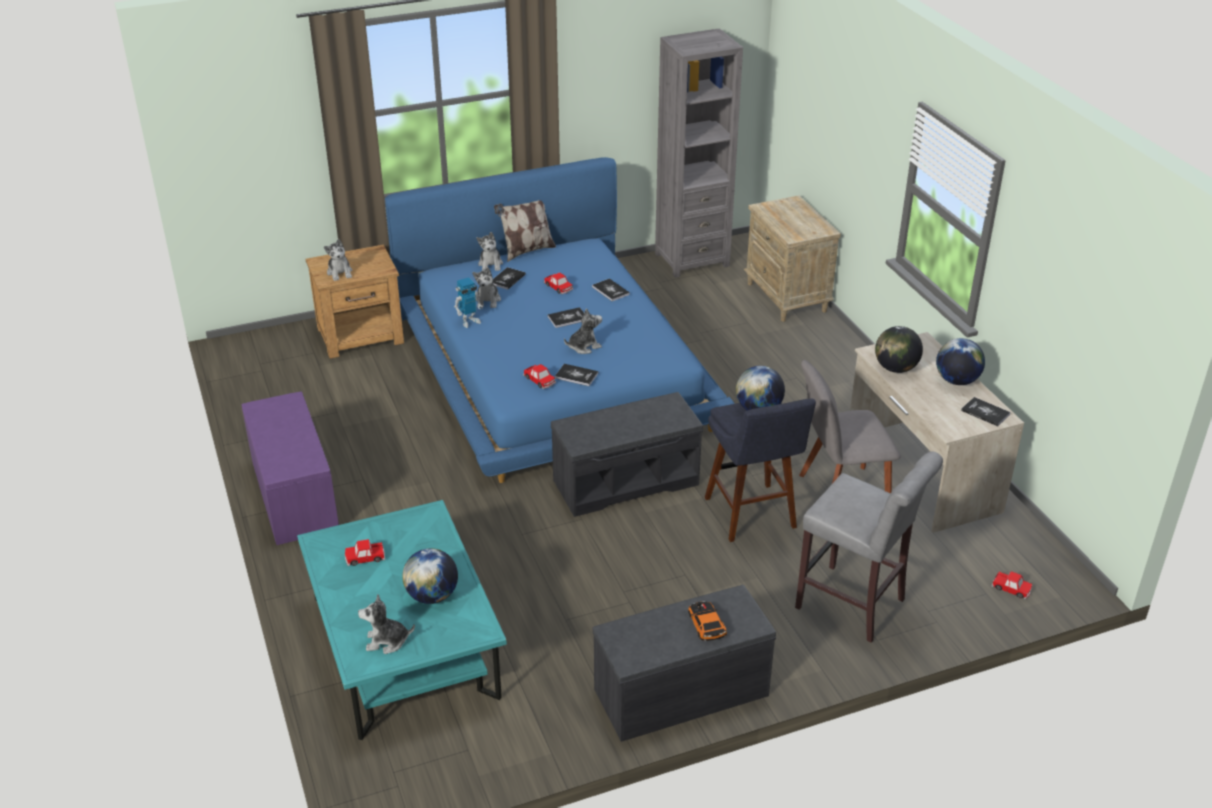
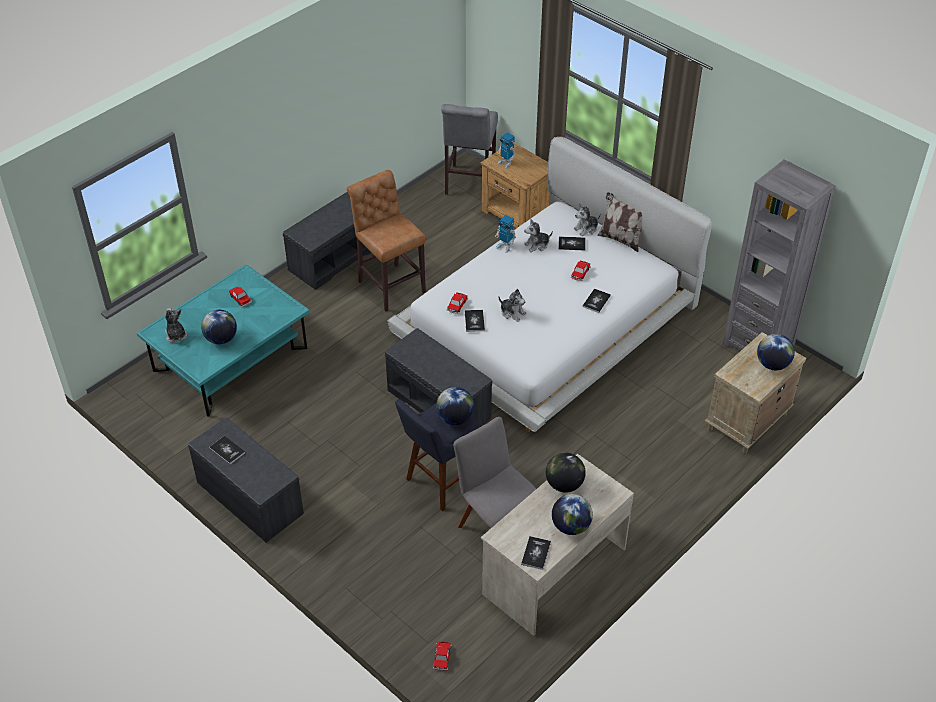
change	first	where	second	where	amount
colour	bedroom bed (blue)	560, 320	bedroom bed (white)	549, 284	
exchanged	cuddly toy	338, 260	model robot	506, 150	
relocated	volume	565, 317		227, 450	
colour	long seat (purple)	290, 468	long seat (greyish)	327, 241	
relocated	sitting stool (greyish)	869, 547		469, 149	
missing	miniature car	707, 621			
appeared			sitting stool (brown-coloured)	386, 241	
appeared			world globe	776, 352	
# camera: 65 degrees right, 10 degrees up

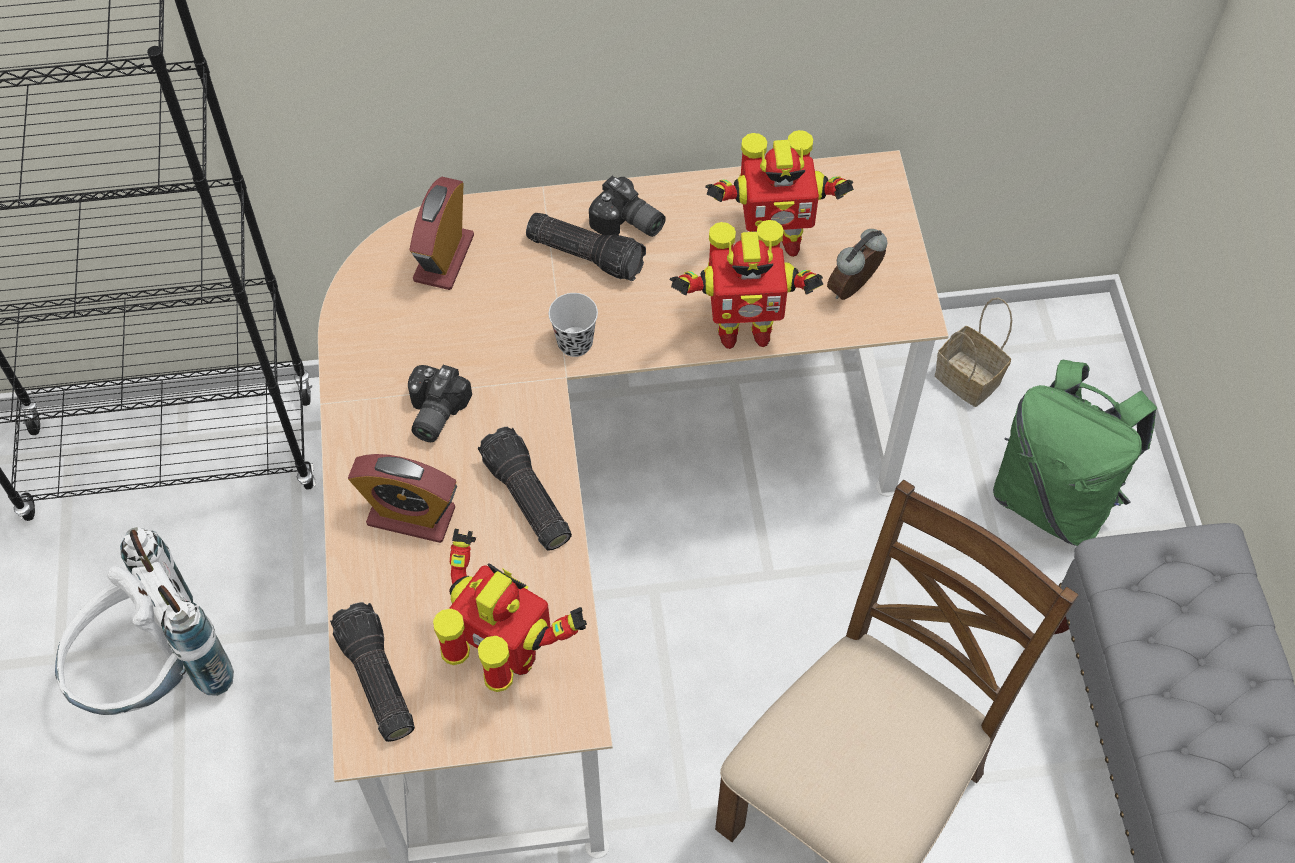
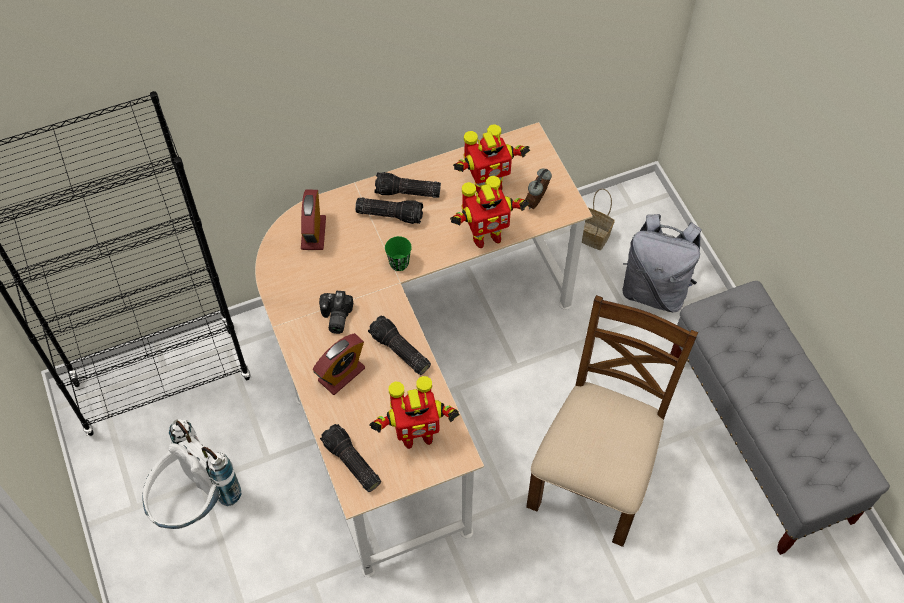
change	first	where	second	where	amount
exchanged	still camera	627, 206	flashlight	408, 185	
colour	small cup (blackish)	573, 325	small cup (greenish)	398, 253	
colour	knapsack (greenish)	1075, 453	knapsack (greyish)	662, 263	
spun	bedside clock	402, 498		339, 364	45 degrees counterclockwise
spun	model robot	510, 610		414, 412	150 degrees clockwise
# camera: 15 degrees left, 0 degrees up

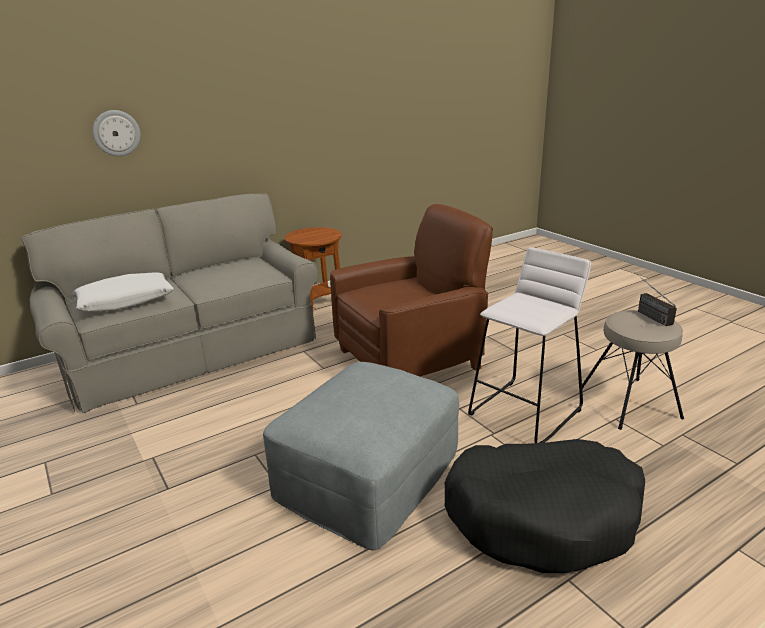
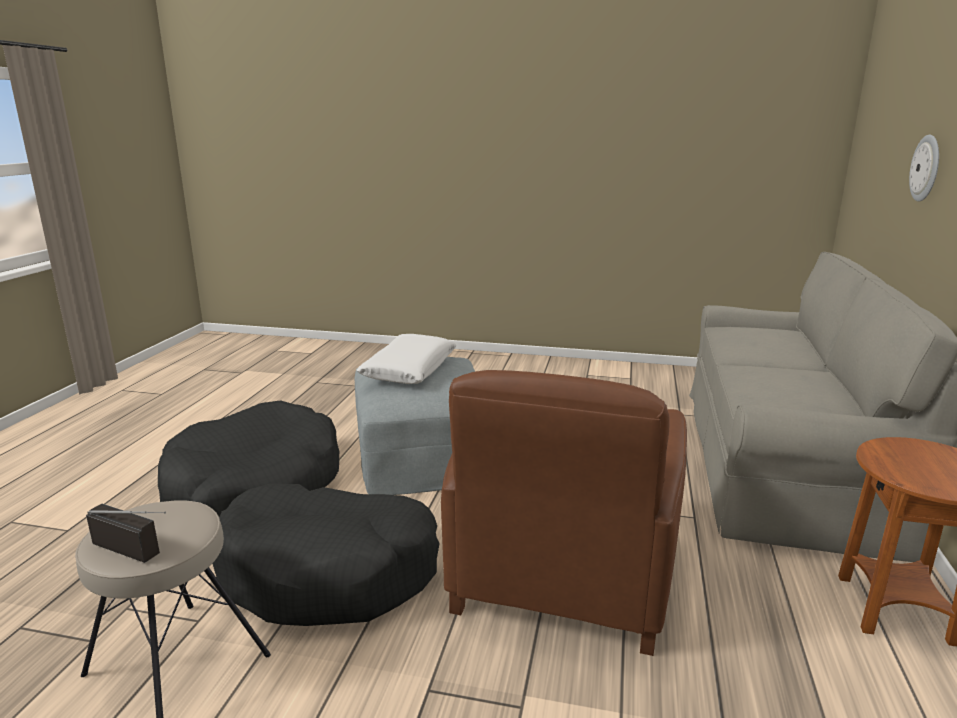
change	first	where	second	where	amount
exchanged	sitting stool (white)	529, 345	pet bed (blackish)	326, 555	
relocated	pillow (white)	123, 292		406, 359	
# camera: 135 degrees right, 5 degrees down

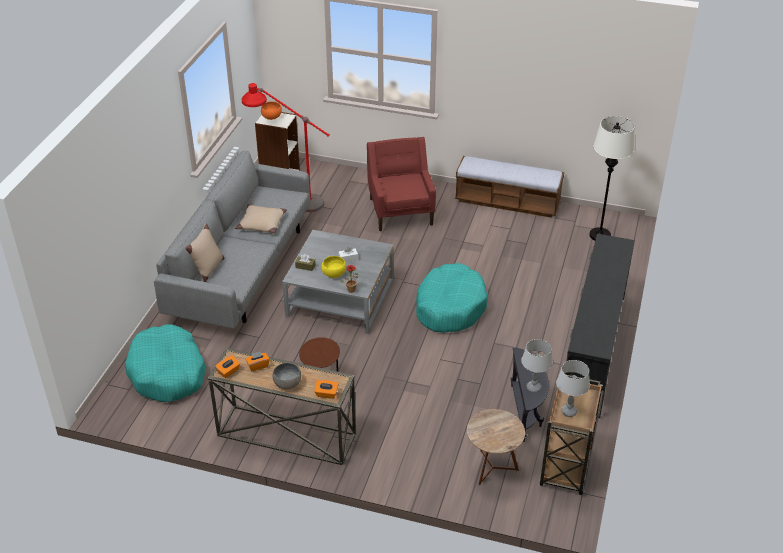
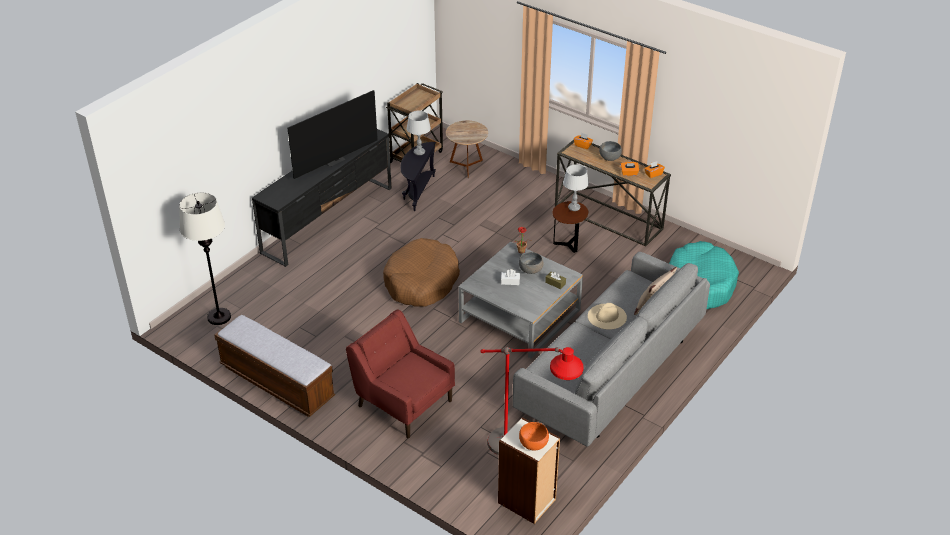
change	first	where	second	where	amount
spun	lounge chair (red)	401, 184		400, 373	120 degrees clockwise
missing	pillow (beige)	261, 219			
colour	deep dish (yellowish)	333, 267	deep dish (greyish)	531, 263	
colour	pet bed (turquoise)	452, 298	pet bed (brown-coloured)	421, 272	
relocated	tabletop lamp (greyish)	573, 388		576, 187	
appeared			TV	333, 134	
appeared			wearable hat (beige)	607, 316	
# camera: 160 degrees left, 0 degrees up

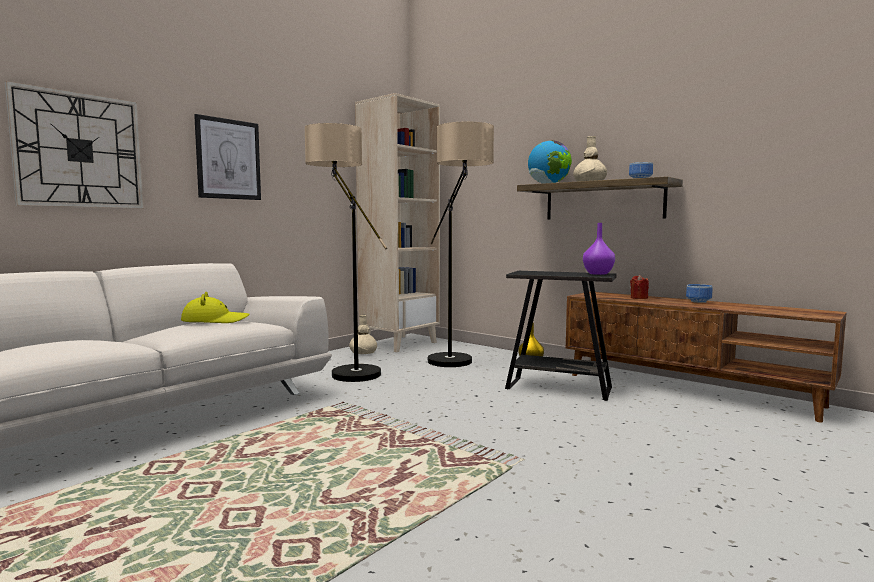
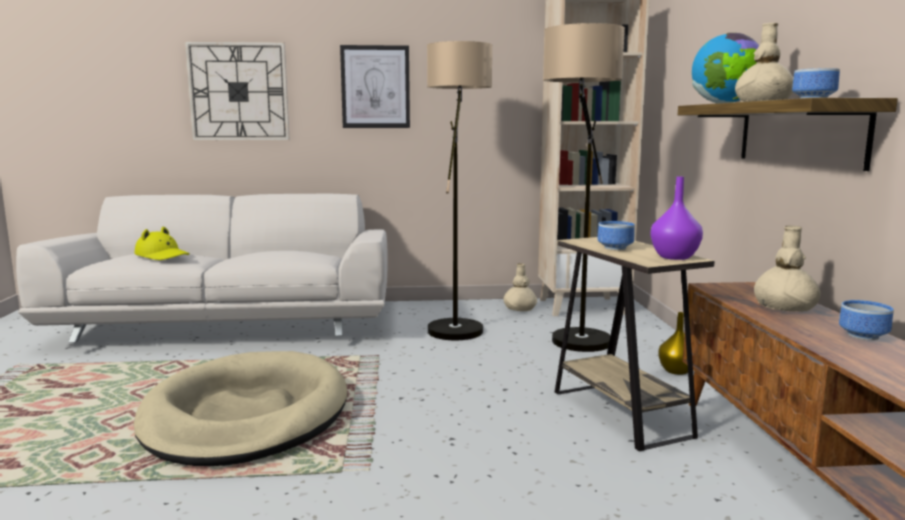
change	first	where	second	where	amount
colour	side table (blackish)	561, 336	side table (beige)	635, 344	
exchanged	wax candle (red)	639, 287	flower vase (beige)	787, 269	
relocated	wearable hat (yellowish)	215, 307		162, 243	
appeared			deep dish	616, 235	
appeared			pet bed (beige)	240, 408	
# camera: 45 degrees right, 5 degrees up

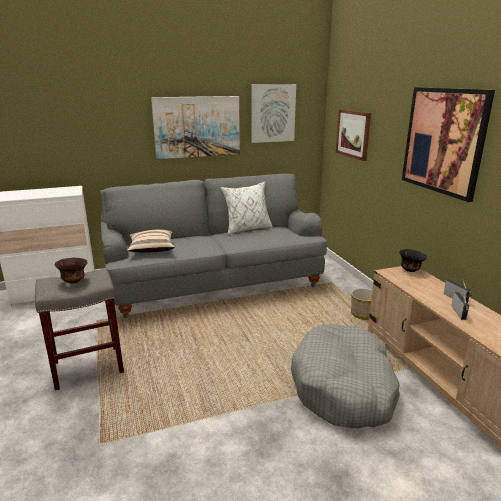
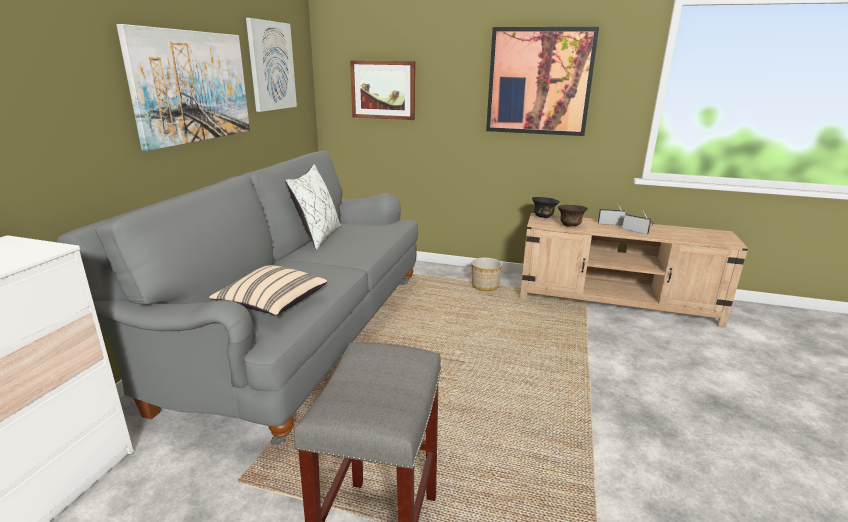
change	first	where	second	where	amount
relocated	deep dish (brown-coloured)	71, 271		573, 216	
missing	pet bed (greyish)	345, 376			
# camera: 55 degrees left, 0 degrees up

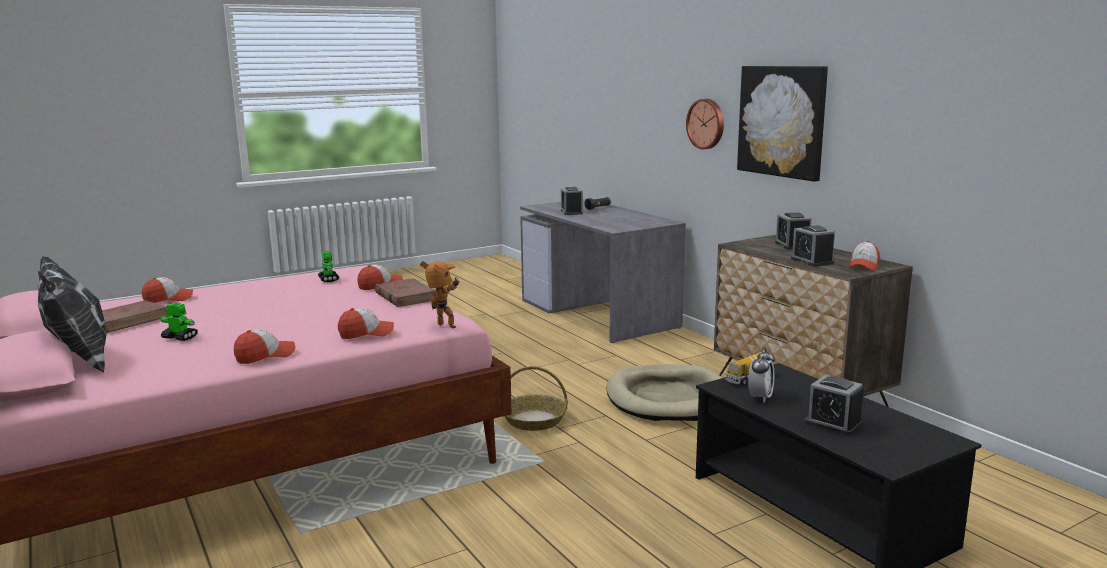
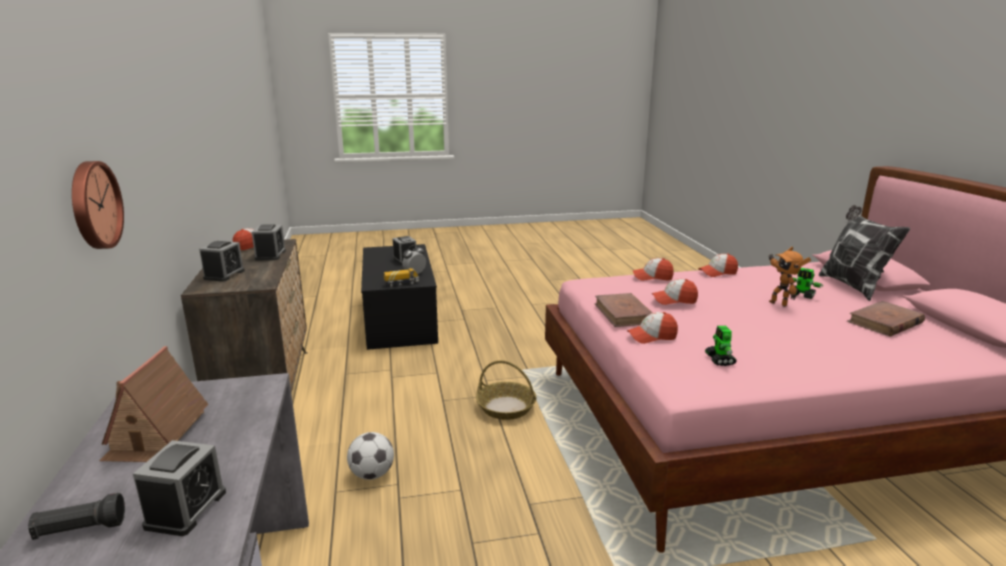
change	first	where	second	where	amount
missing	wall picture	782, 124			
relocated	model robot	440, 294		789, 277	
relocated	baseball cap	167, 290		675, 292	
missing	pet bed (beige)	664, 392			
appeared			model house	153, 404	
appeared			football	370, 456	
# camera: 160 degrees left, 5 degrees up

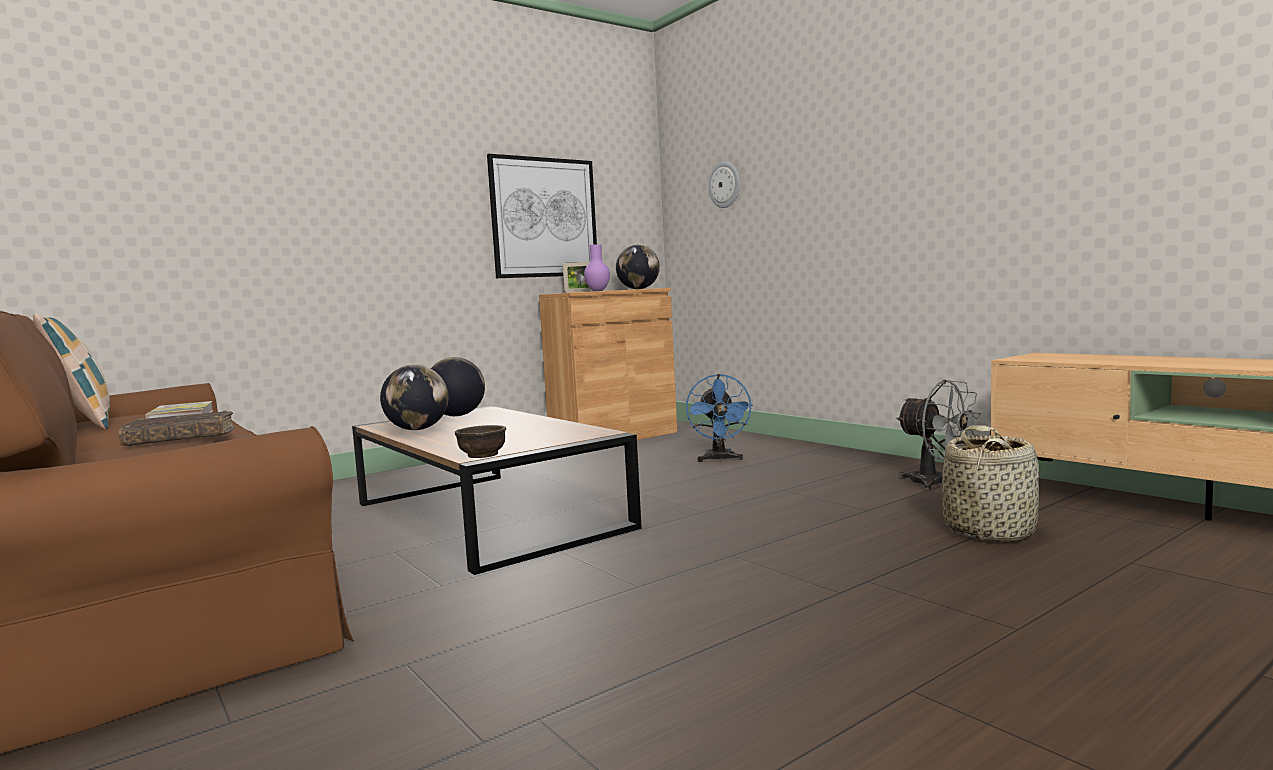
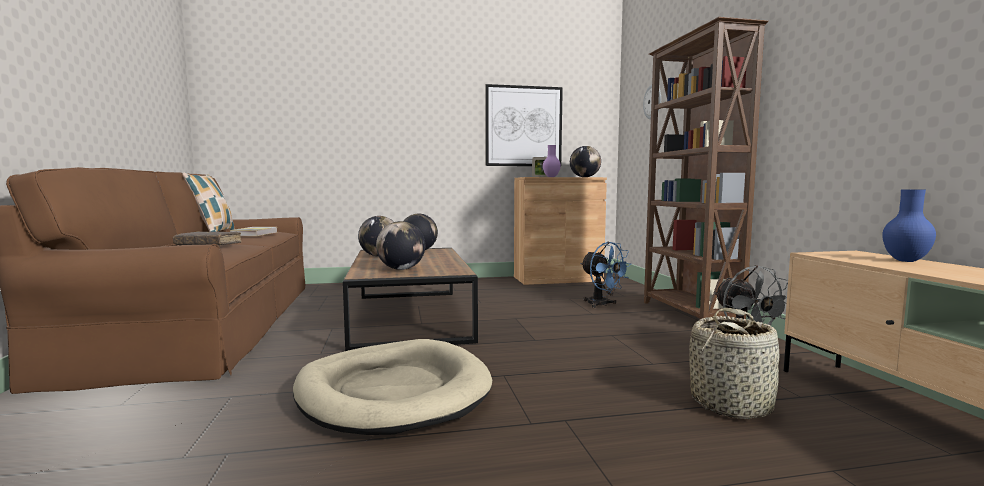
change	first	where	second	where	amount
spun	cooling fan (blue)	719, 418		606, 275	60 degrees counterclockwise
missing	deep dish (brown-coloured)	480, 441			
appeared			shelving unit (brown-coloured)	706, 168	
appeared			flower vase (blue)	909, 226	
appeared			world globe	400, 245	
appeared			pet bed (beige)	392, 387	
# camera: 25 degrees right, 0 degrees up

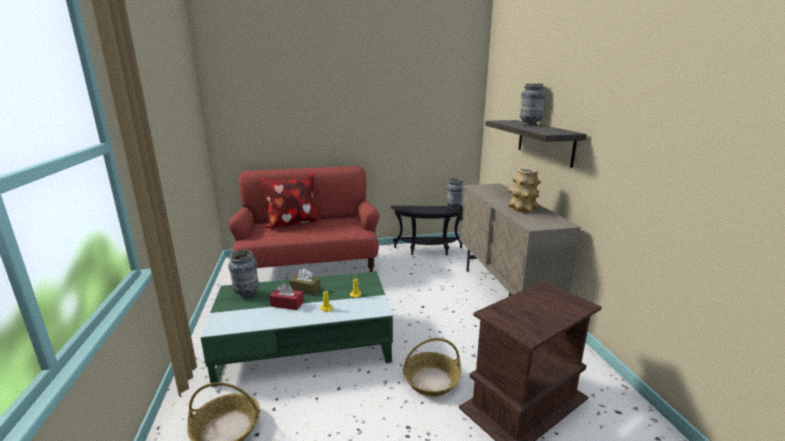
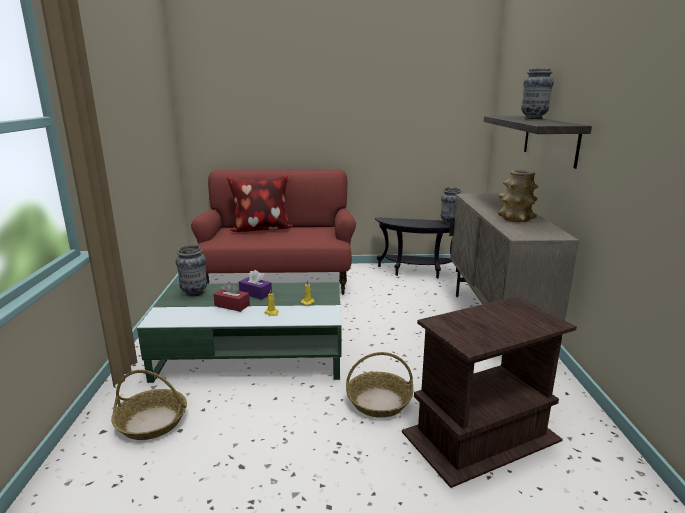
change	first	where	second	where	amount
colour	tissue holder (brown-coloured)	305, 282	tissue holder (purple)	255, 285	
# camera: 10 degrees right, 0 degrees up

